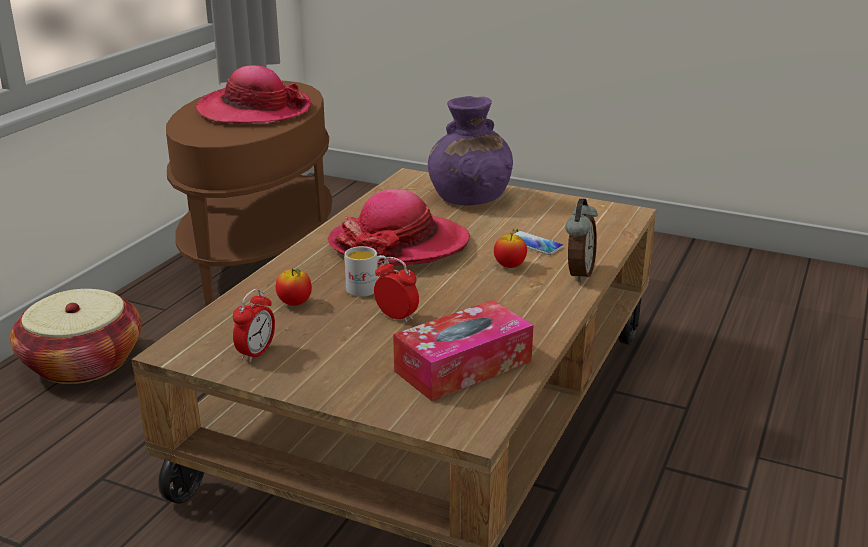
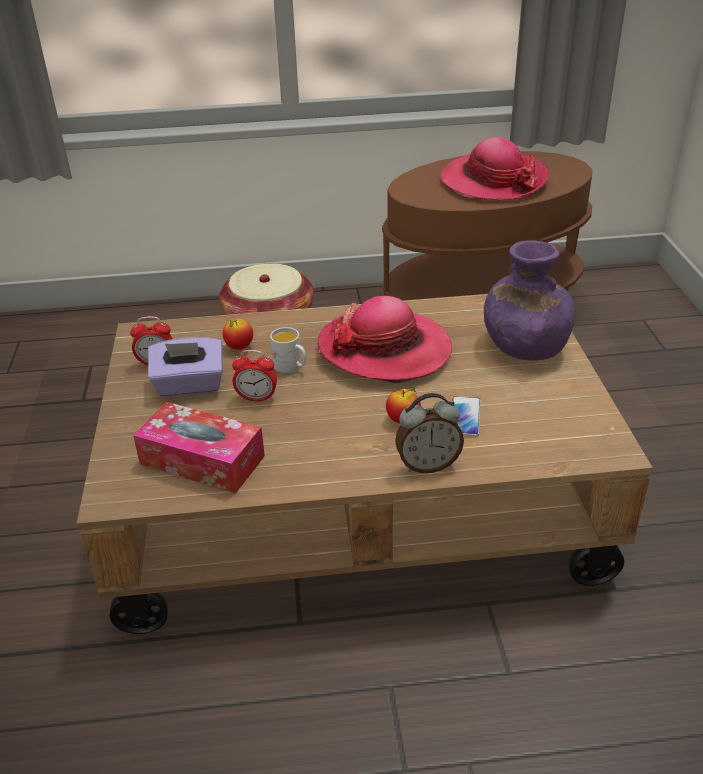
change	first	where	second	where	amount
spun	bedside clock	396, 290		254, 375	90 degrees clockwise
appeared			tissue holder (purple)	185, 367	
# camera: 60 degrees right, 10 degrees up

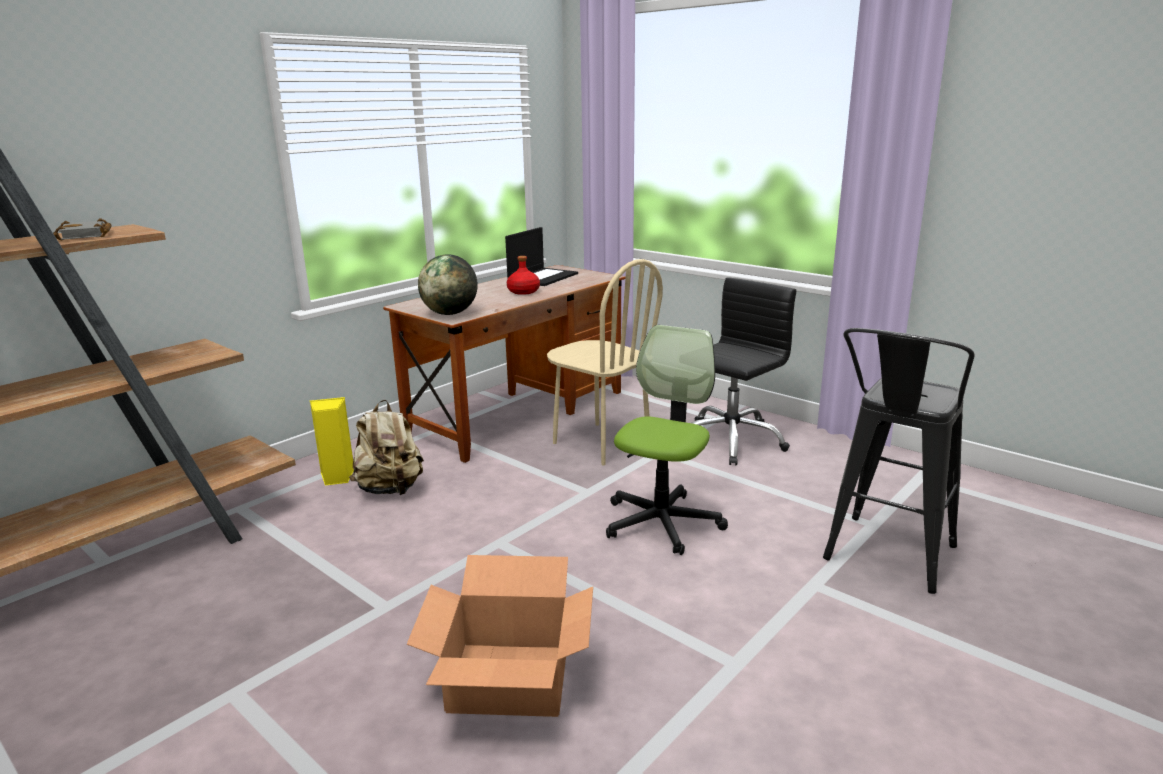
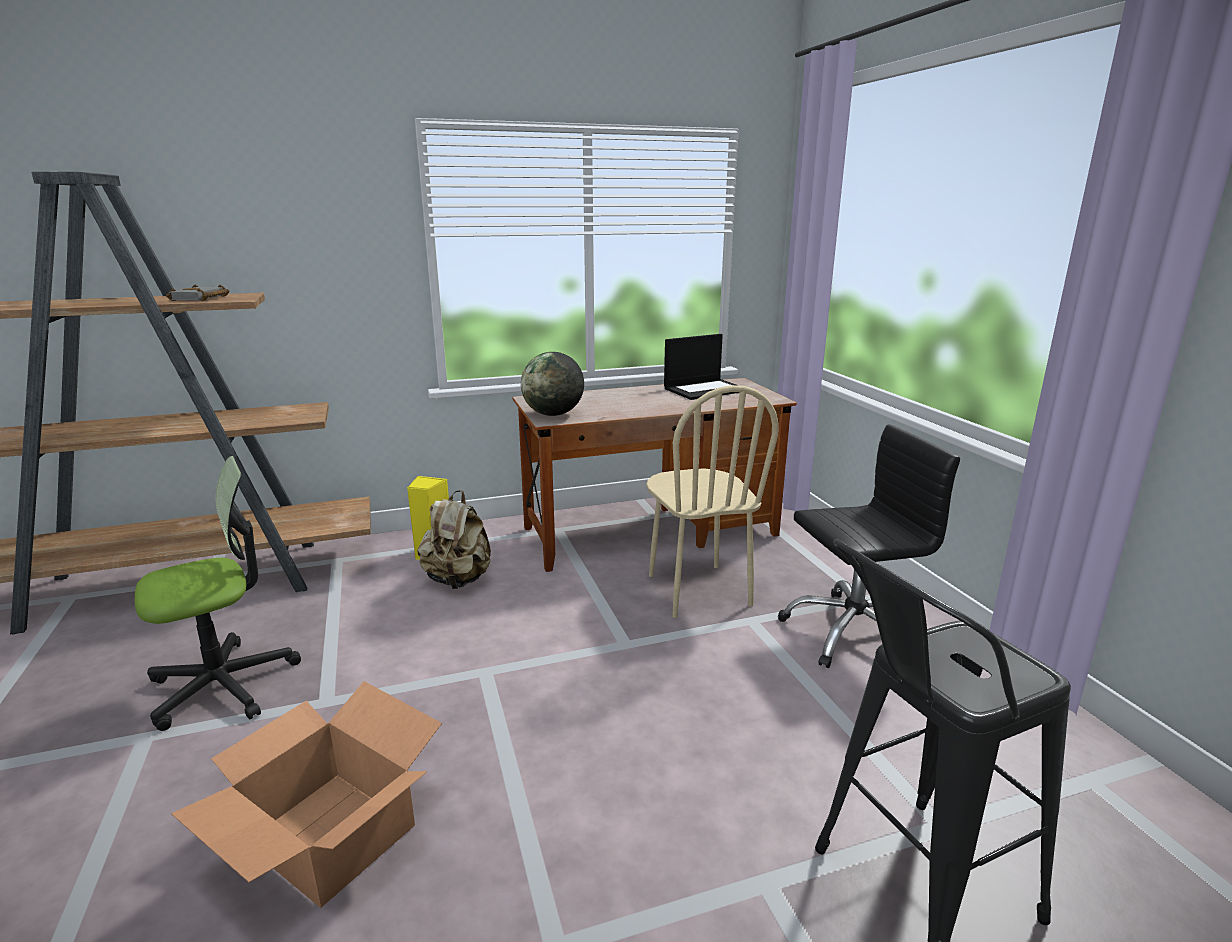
change	first	where	second	where	amount
missing	drink bottle (red)	523, 275			
relocated	office chair	667, 440		218, 593	
# camera: 30 degrees right, 0 degrees up

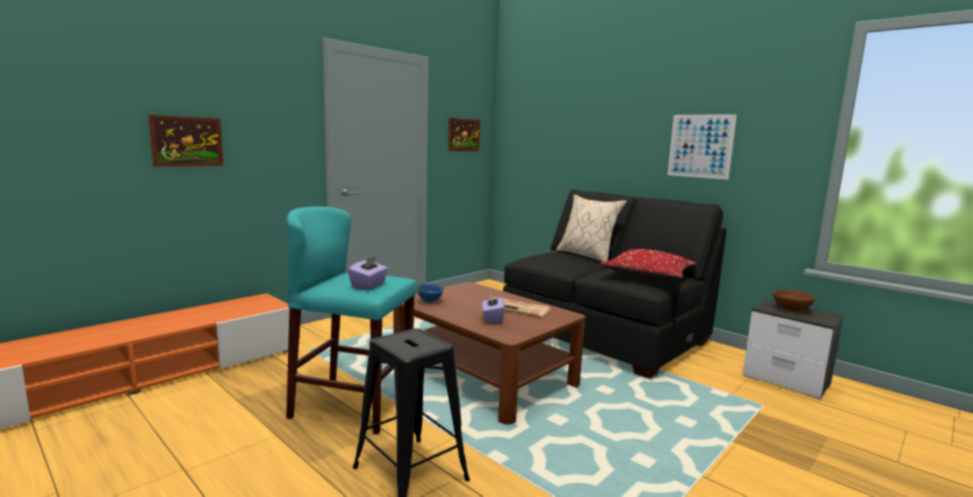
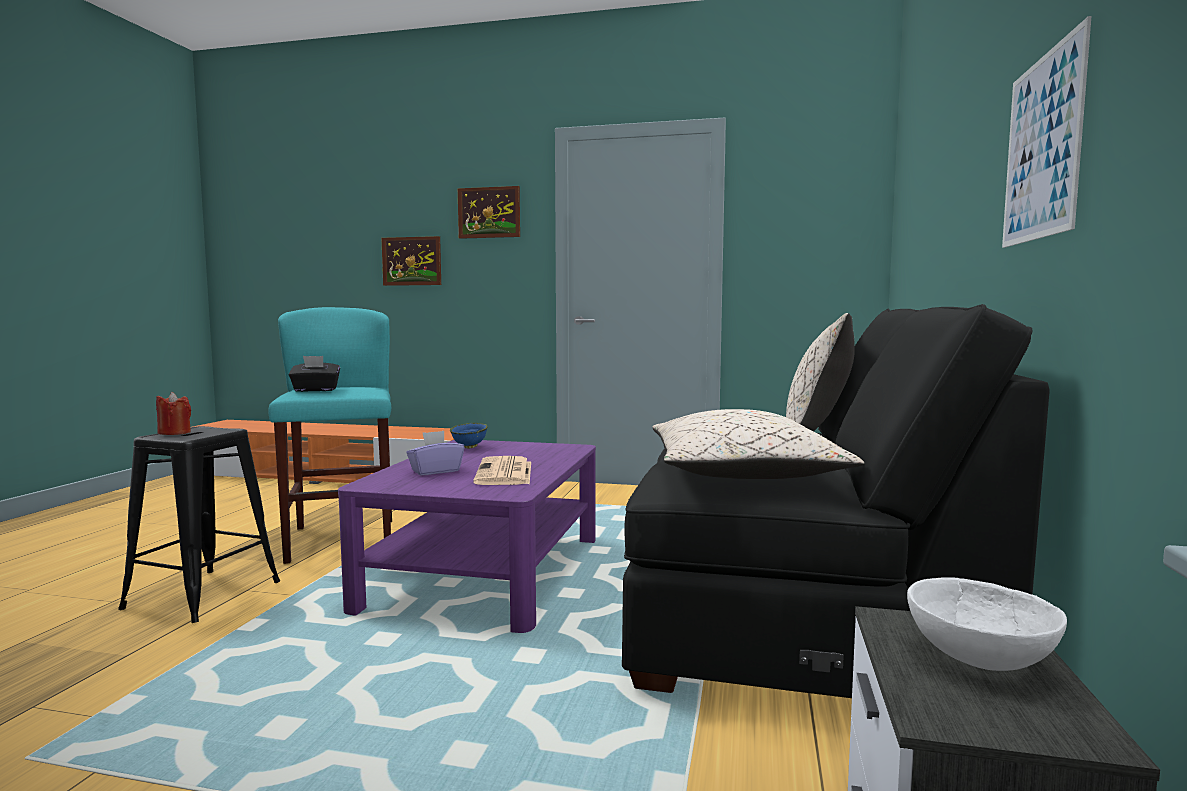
change	first	where	second	where	amount
relocated	wall picture	464, 134		489, 212	
colour	pillow (red)	648, 265	pillow (beige)	758, 444	
colour	tissue holder (purple)	368, 273	tissue holder (blackish)	314, 374	
colour	lounge table (brown-coloured)	489, 353	lounge table (purple)	467, 536	
colour	deep dish (brown-coloured)	794, 300	deep dish (white)	987, 624	
appeared			wax candle (red)	173, 413	
# camera: 60 degrees right, 5 degrees down

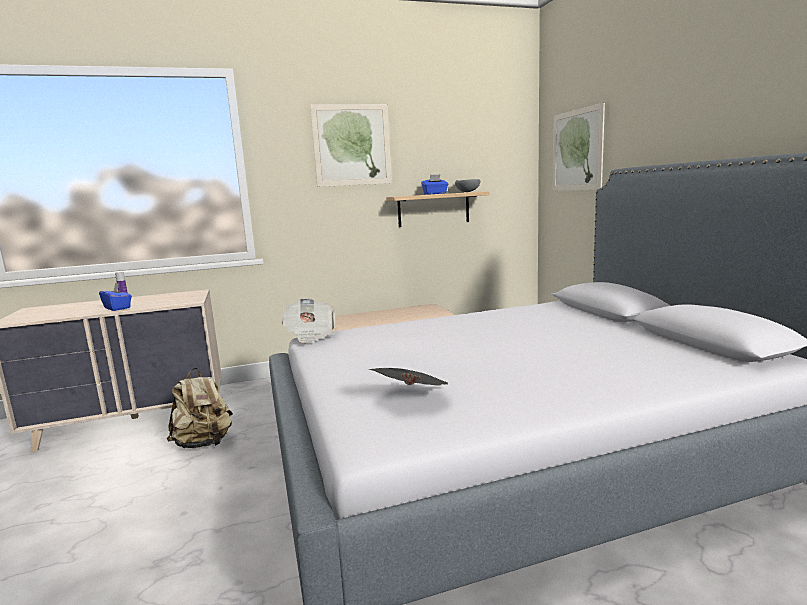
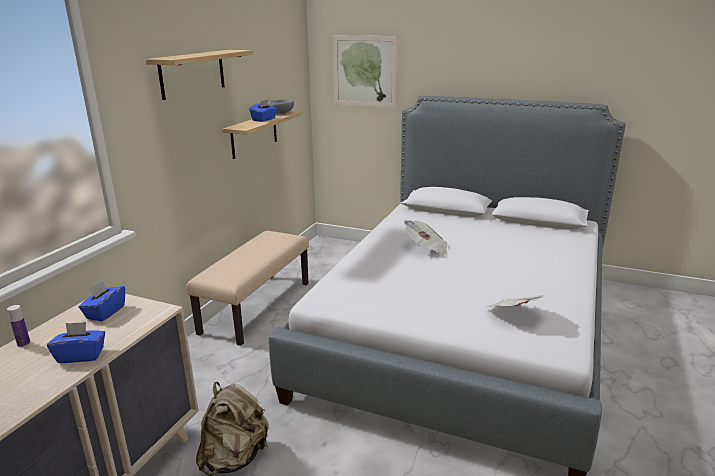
change	first	where	second	where	amount
exchanged	wall picture	351, 145	shelf	199, 75	
relocated	daily paper	308, 320		426, 238	
appeared			tissue holder (blue)	101, 301	
# camera: 50 degrees left, 10 degrees up

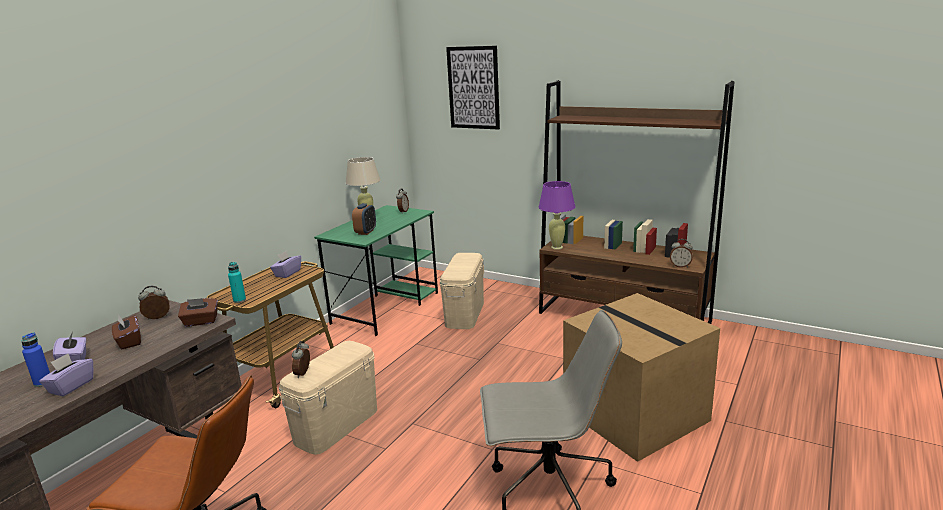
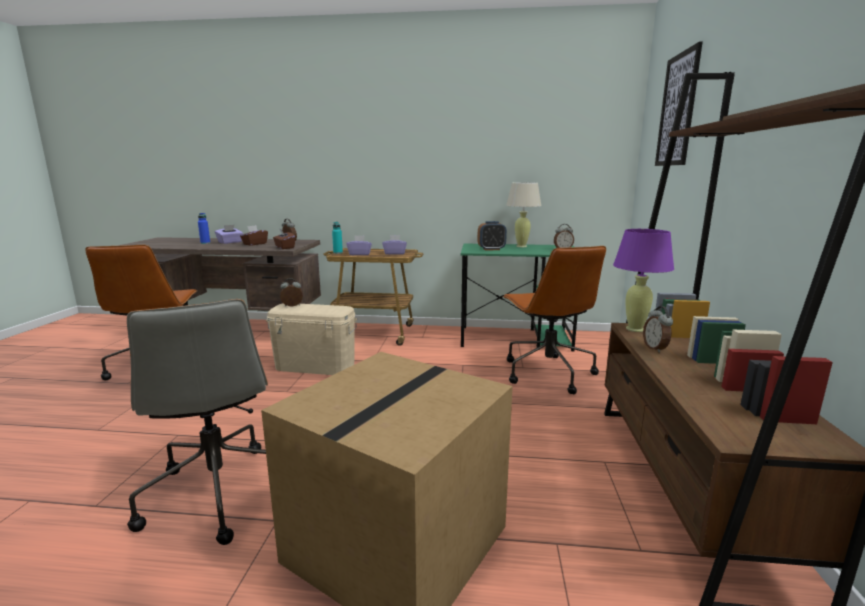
change	first	where	second	where	amount
relocated	bedside clock	681, 253		658, 329	
exchanged	storage bin (beige)	462, 291	office chair (brown-coloured)	554, 320	
relocated	tissue holder (purple)	66, 374		359, 245	
# camera: 65 degrees right, 5 degrees down

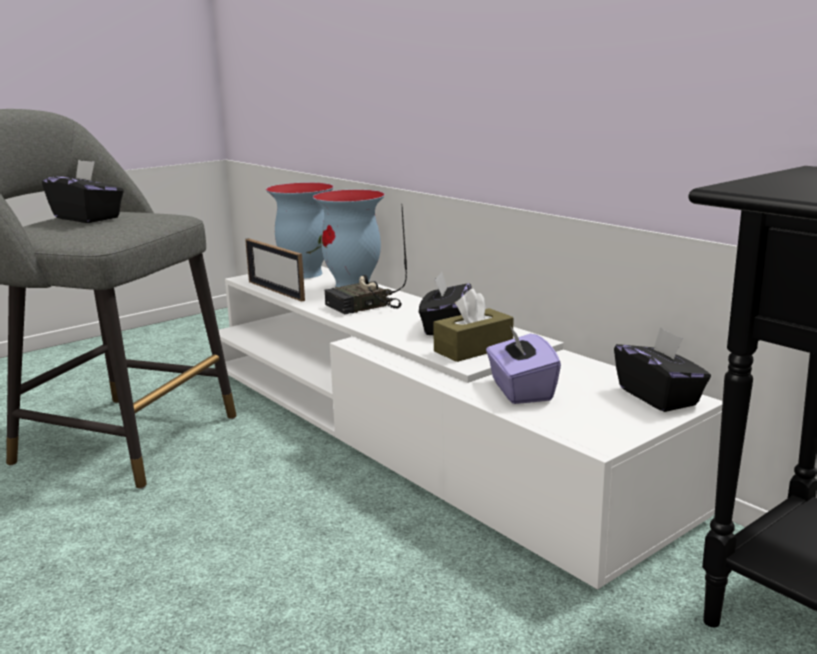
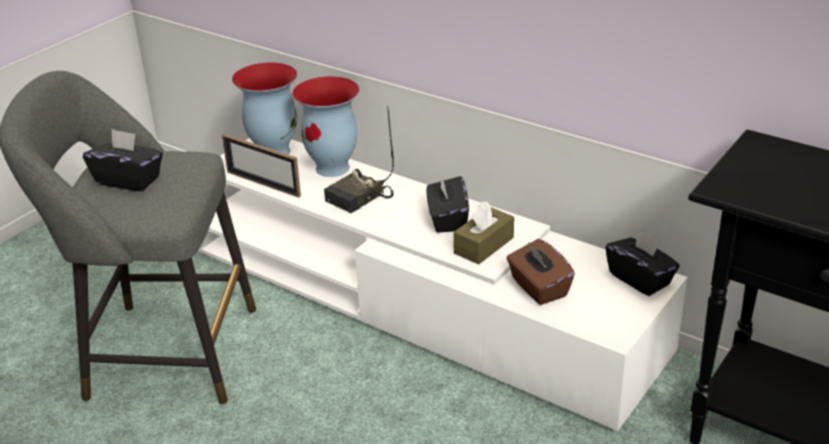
change	first	where	second	where	amount
colour	tissue holder (purple)	523, 365	tissue holder (brown-coloured)	541, 272	
# camera: 15 degrees left, 15 degrees up

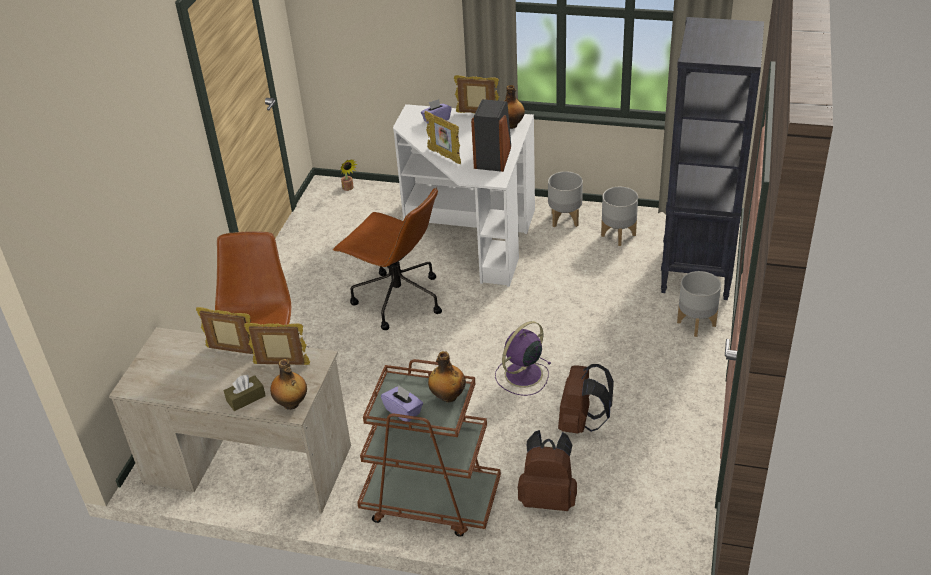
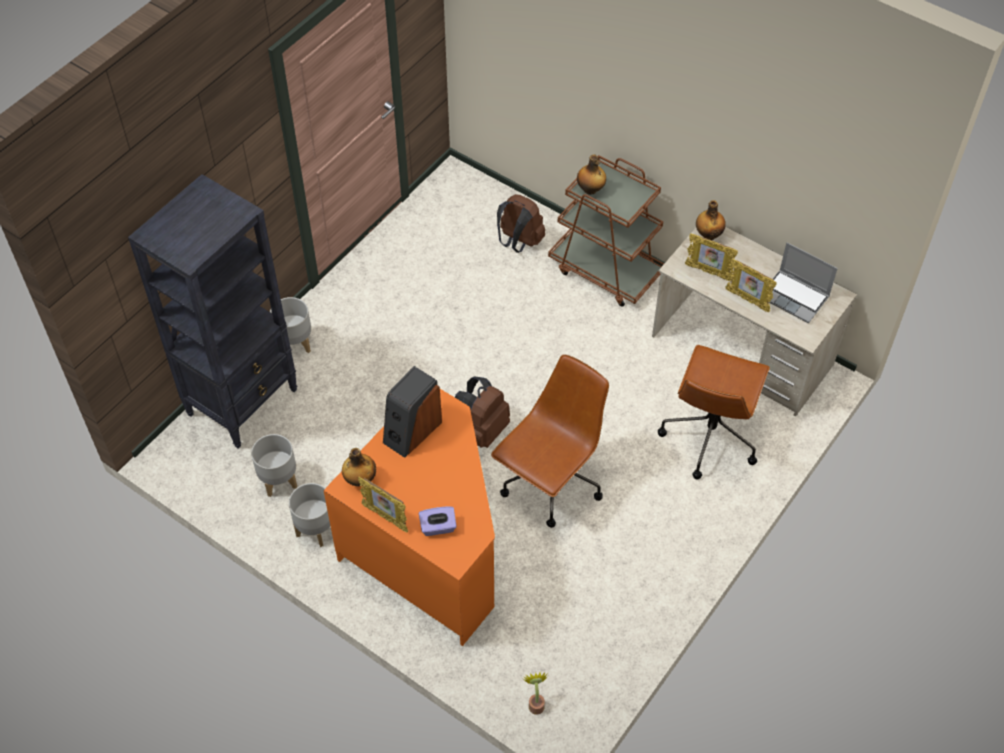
change	first	where	second	where	amount
colour	desk table (white)	464, 195	desk table (orange)	409, 517	
missing	standing frame	442, 137			
spun	office chair (brown-coloured)	387, 258		550, 441	75 degrees clockwise
missing	cooling fan (purple)	523, 358			
relocated	knapsack (brown-coloured)	586, 399		482, 412	
missing	tissue holder (brown-coloured)	245, 393			
missing	tissue holder (purple)	402, 403			
appeared			portable computer	803, 282	
# camera: 160 degrees left, 15 degrees up

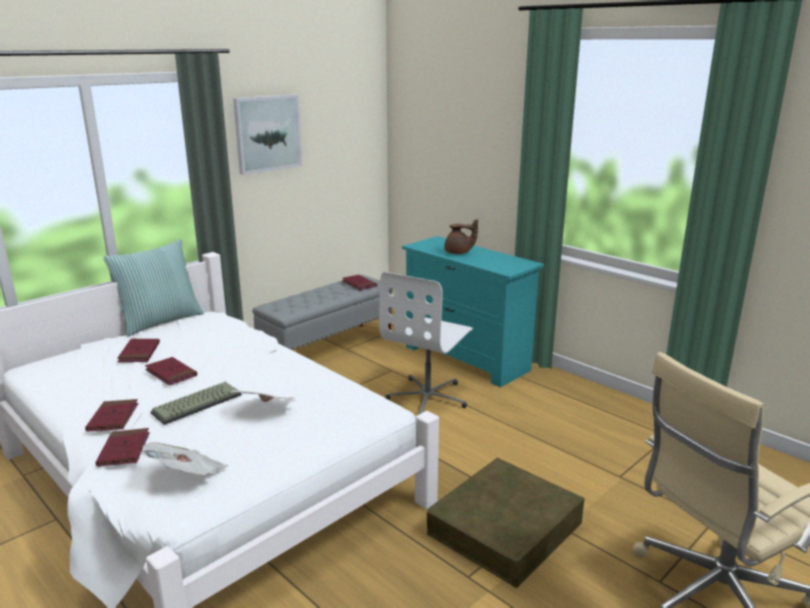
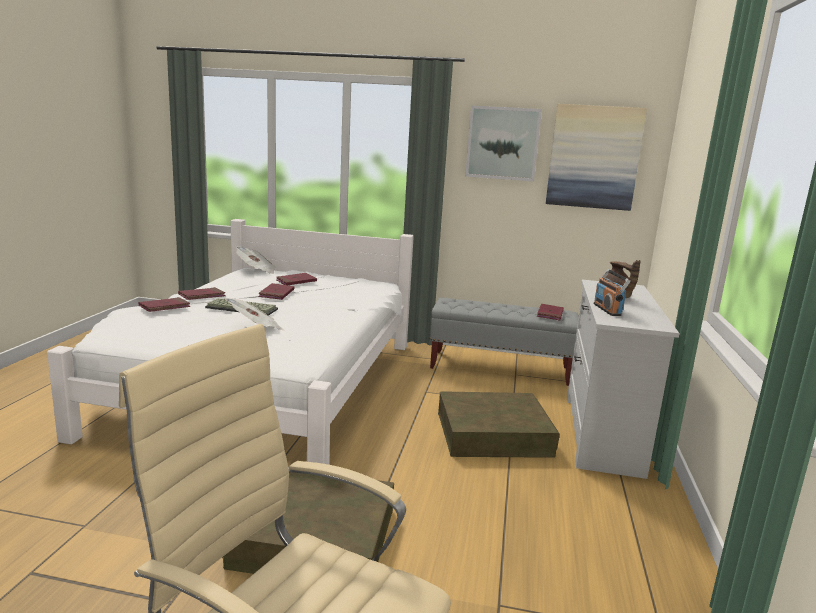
change	first	where	second	where	amount
colour	chest of drawers (turquoise)	473, 311	chest of drawers (white)	623, 379	
missing	pillow	153, 287			
exchanged	office chair (white)	426, 343	storage bin (brown-coloured)	499, 424	
relocated	daily paper	184, 459		256, 260	
appeared			wall picture	596, 157	
appeared			radio	612, 292	
# camera: 55 degrees right, 5 degrees down

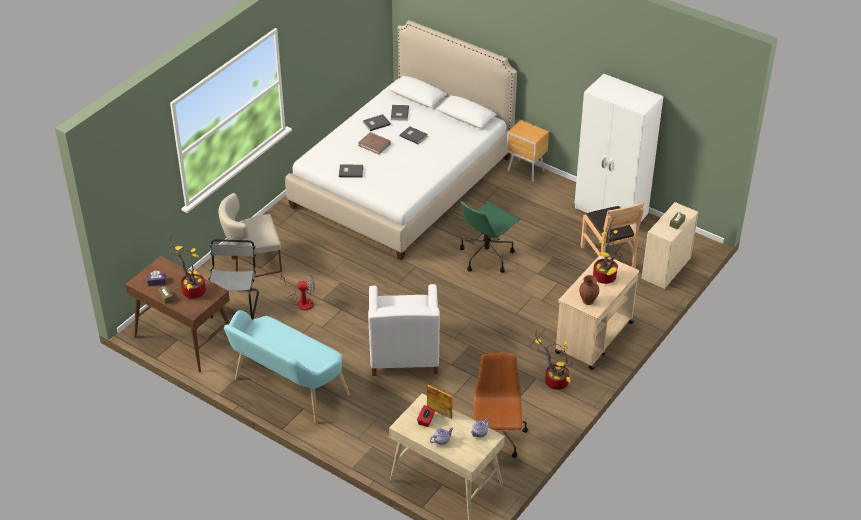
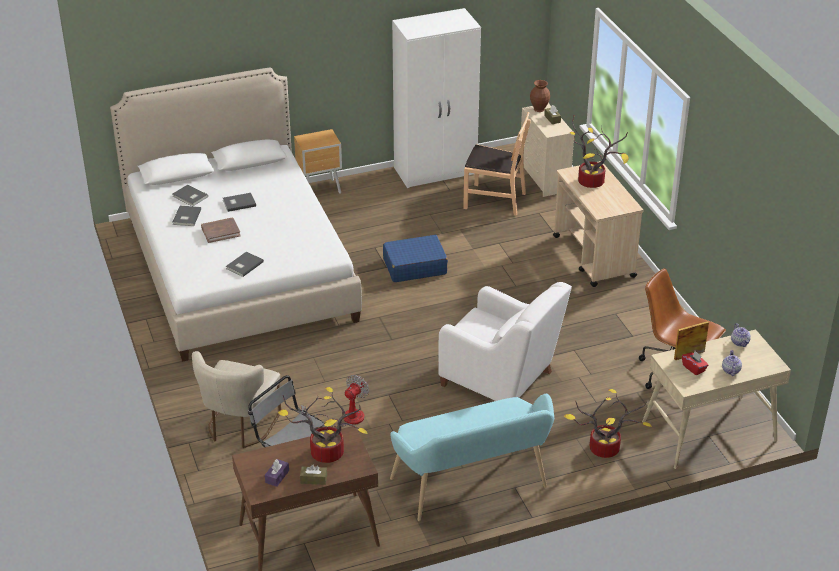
change	first	where	second	where	amount
exchanged	office chair (greenish)	490, 237	piece of luggage (blue)	415, 258	
relocated	flower vase (brown-coloured)	589, 290		540, 96	
relocated	houseplant	554, 359		608, 423	
# camera: 55 degrees left, 5 degrees down

